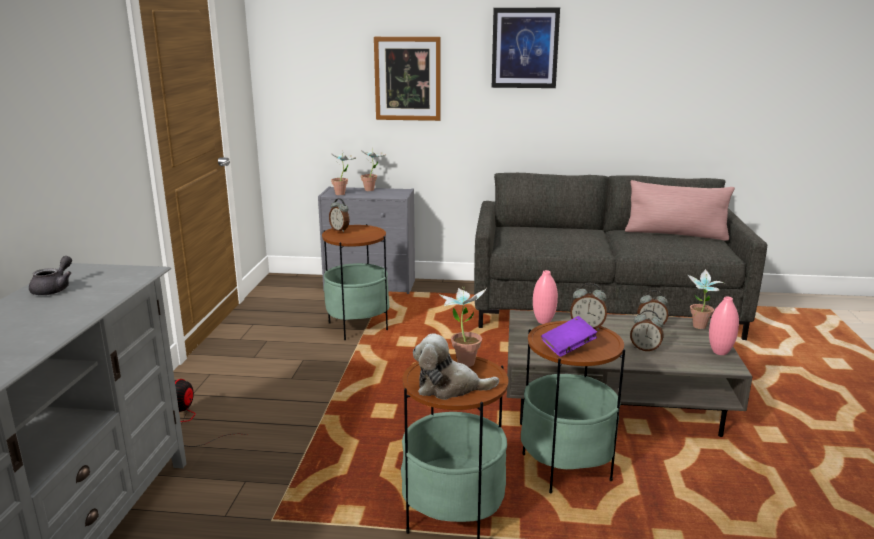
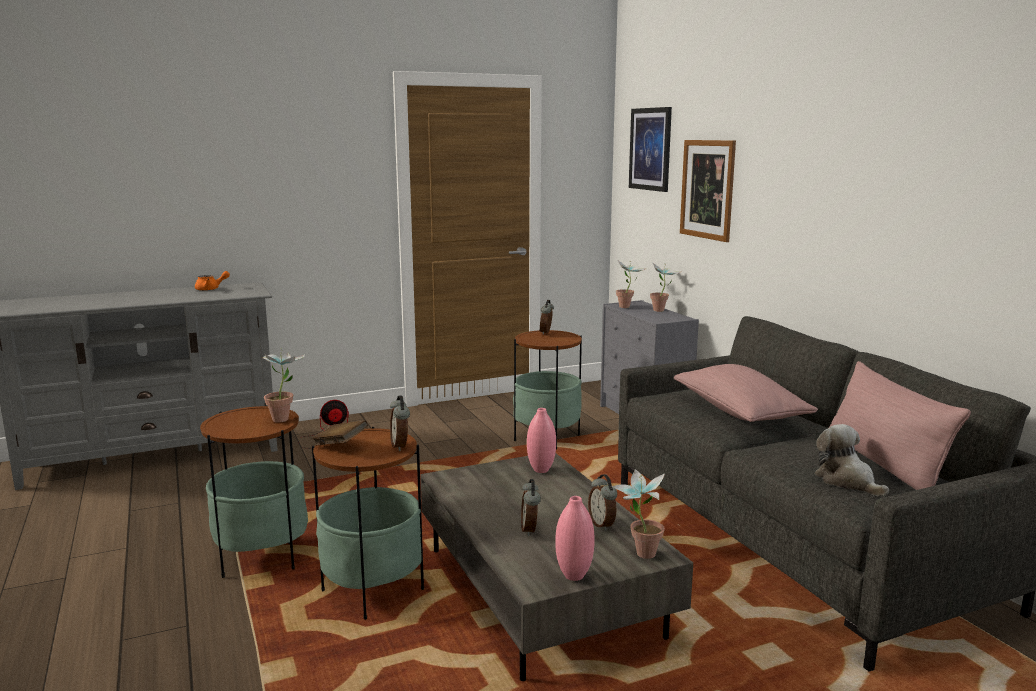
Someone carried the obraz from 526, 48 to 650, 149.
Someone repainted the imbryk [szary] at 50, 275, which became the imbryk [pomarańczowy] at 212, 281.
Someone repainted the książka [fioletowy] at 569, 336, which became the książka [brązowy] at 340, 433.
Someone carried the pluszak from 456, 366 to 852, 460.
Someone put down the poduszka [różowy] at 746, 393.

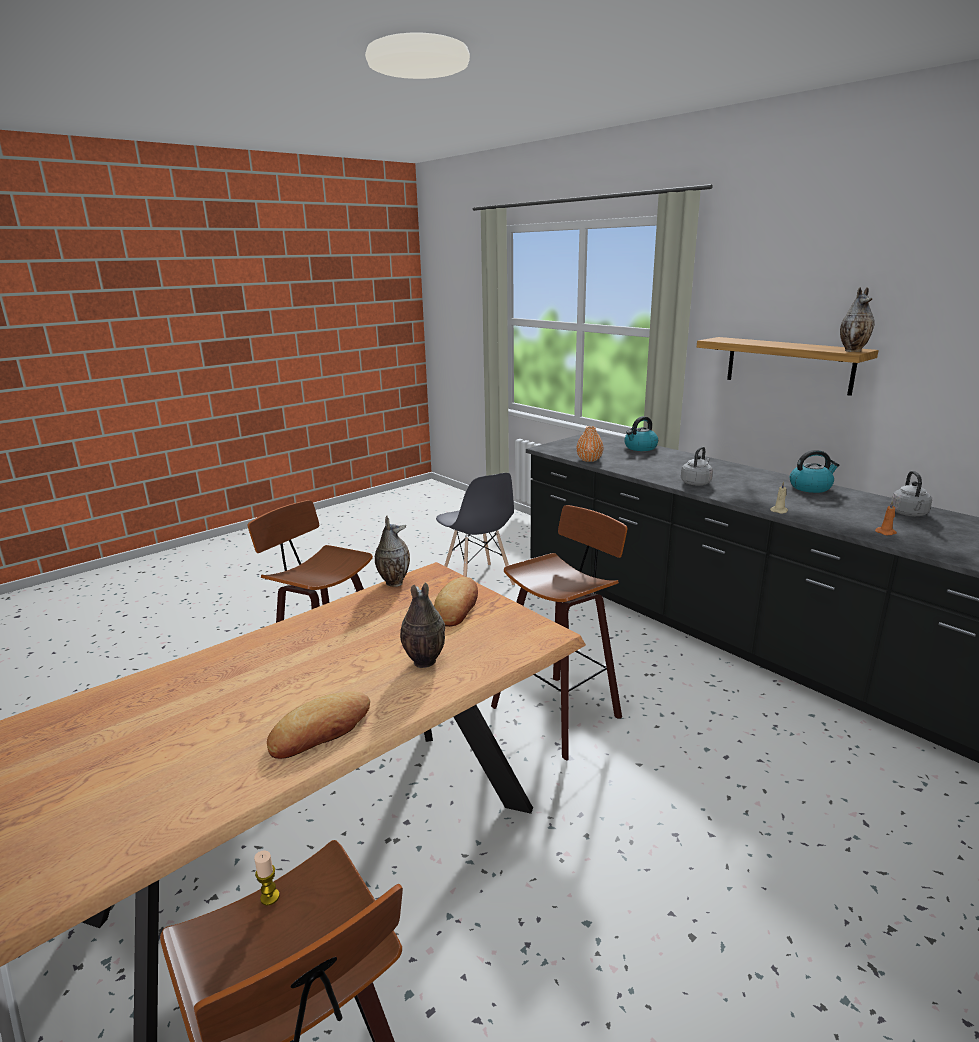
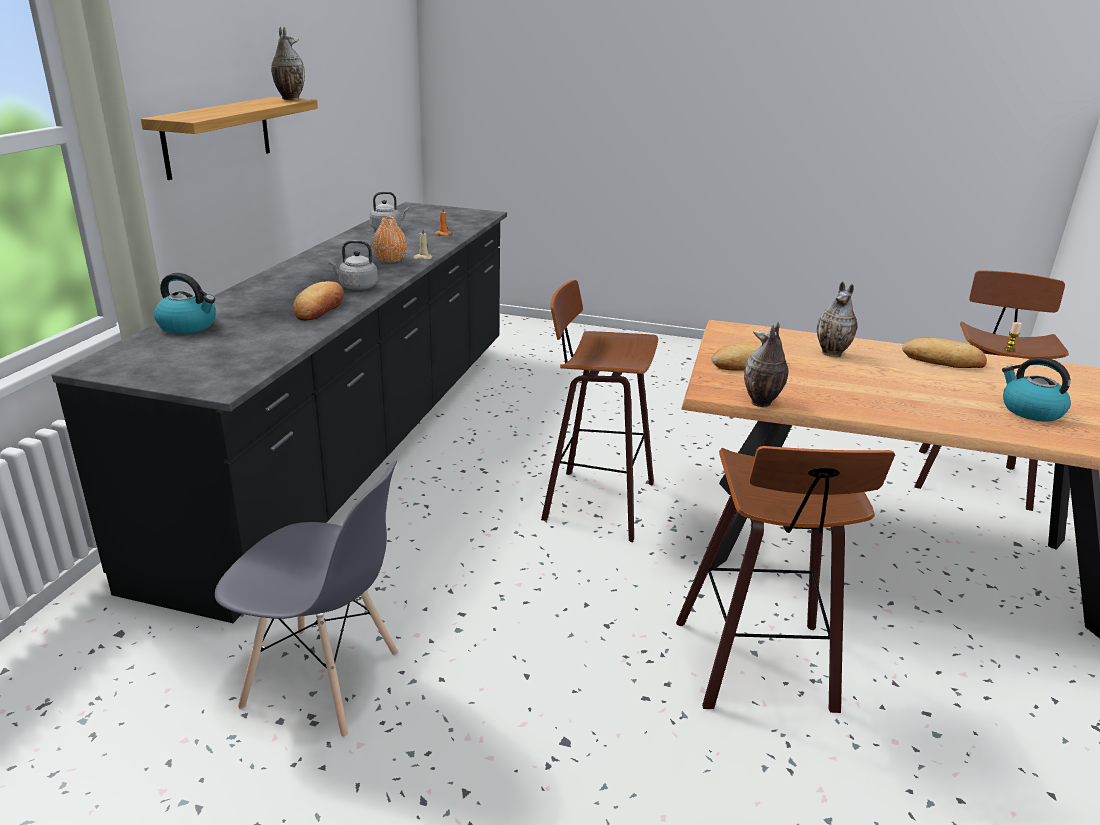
Someone carried the wazon [pomarańczowy] from 589, 444 to 389, 239.
Someone carried the czajnik from 814, 471 to 1036, 389.
Someone rotated the krzesło [szary] at 475, 529 by 75 degrees clockwise.
Someone put down the chleb at 318, 301.

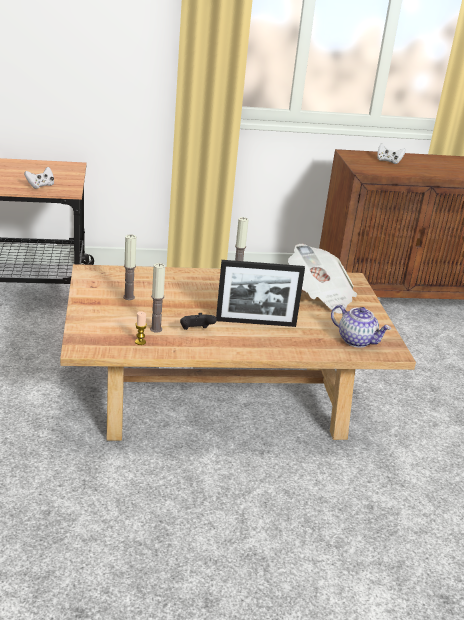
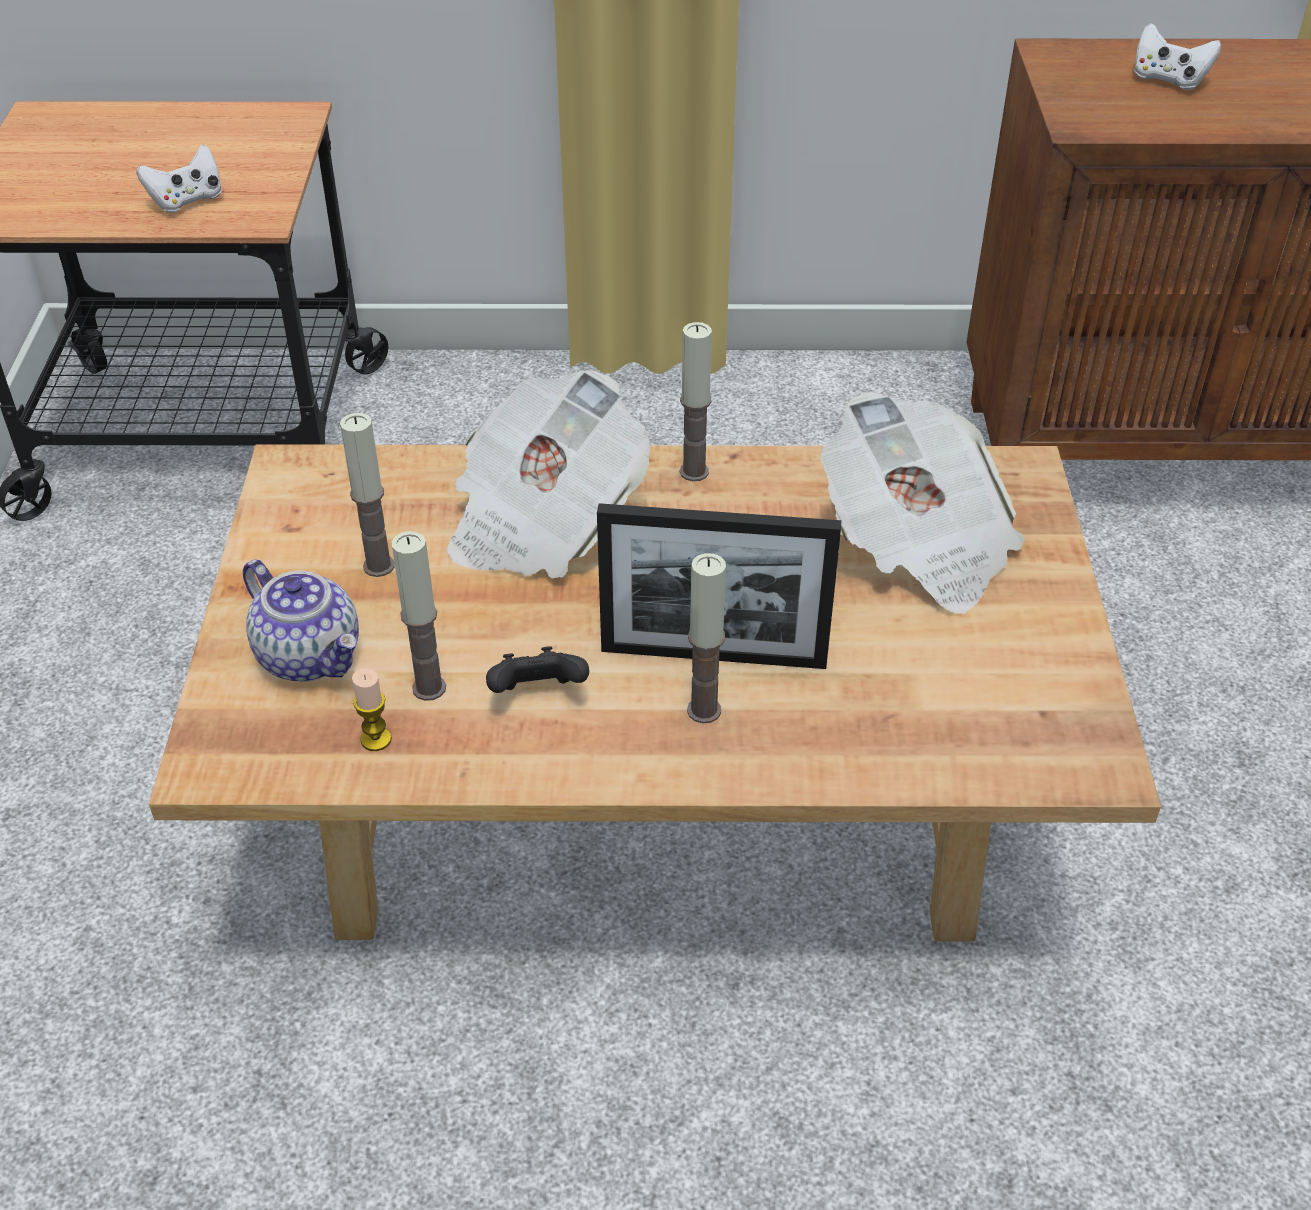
Someone carried the imbryk from 361, 326 to 301, 620.
Someone put down the gazeta at 548, 474.
Someone put down the świeca at 706, 638.

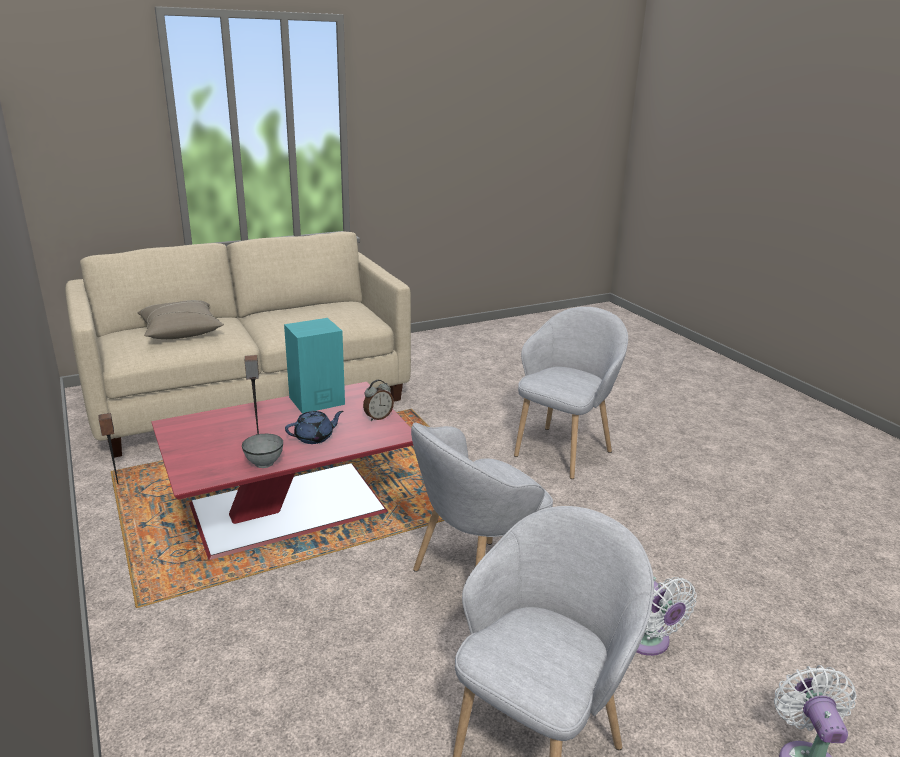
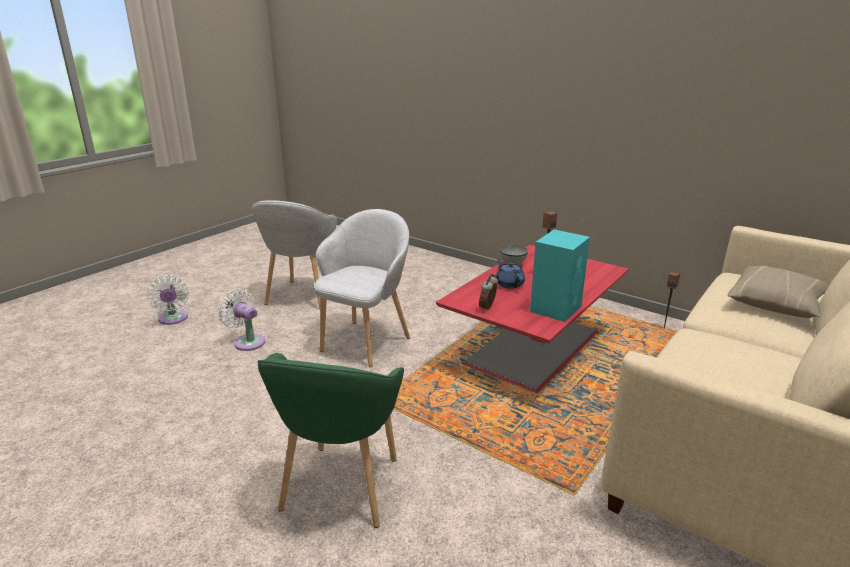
Someone repainted the fotel [szary] at 571, 393, which became the fotel [zielony] at 331, 440.
Someone rotated the imbryk [niebieski] at 314, 427 by 120 degrees clockwise.

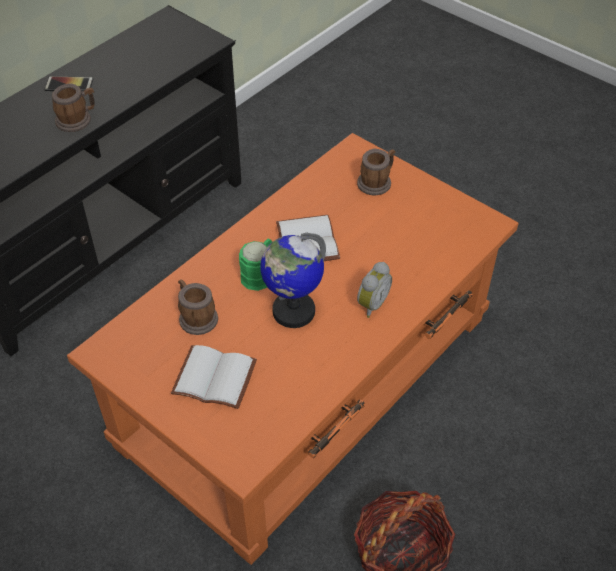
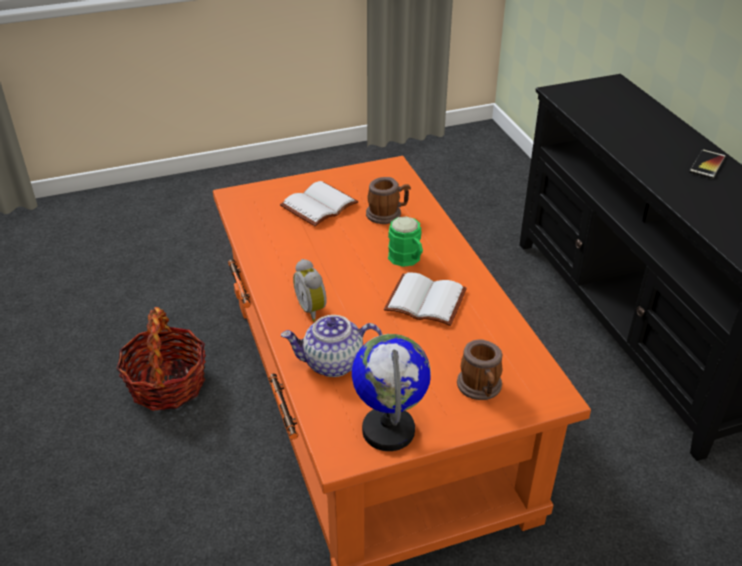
Someone took away the kubek at 73, 107.
Someone carried the globus from 293, 280 to 391, 392.
Someone put down the imbryk at 332, 346.

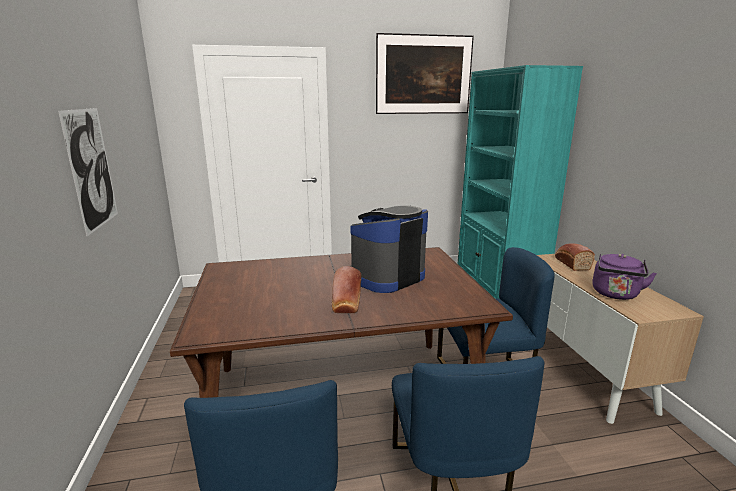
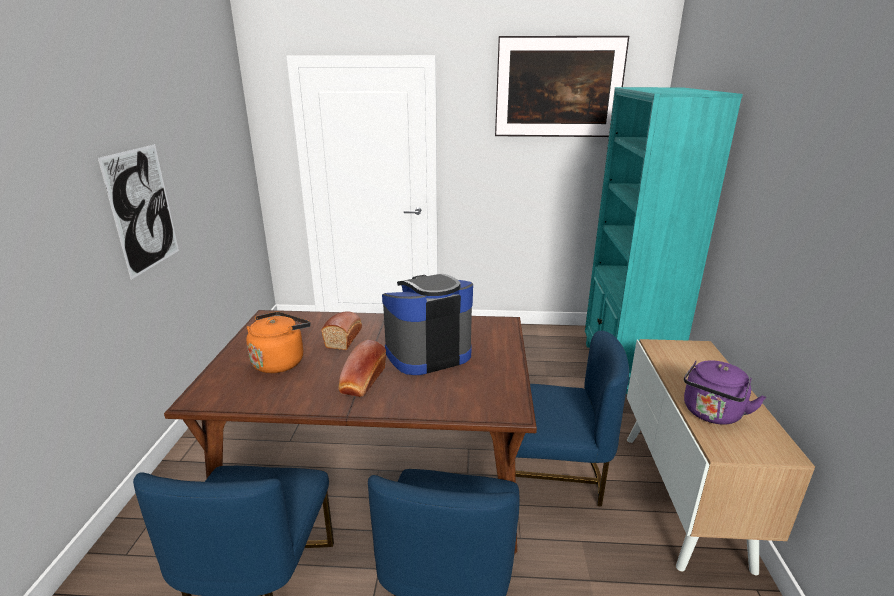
Someone carried the chleb from 575, 257 to 341, 331.
Someone put down the czajnik [pomarańczowy] at 278, 342.

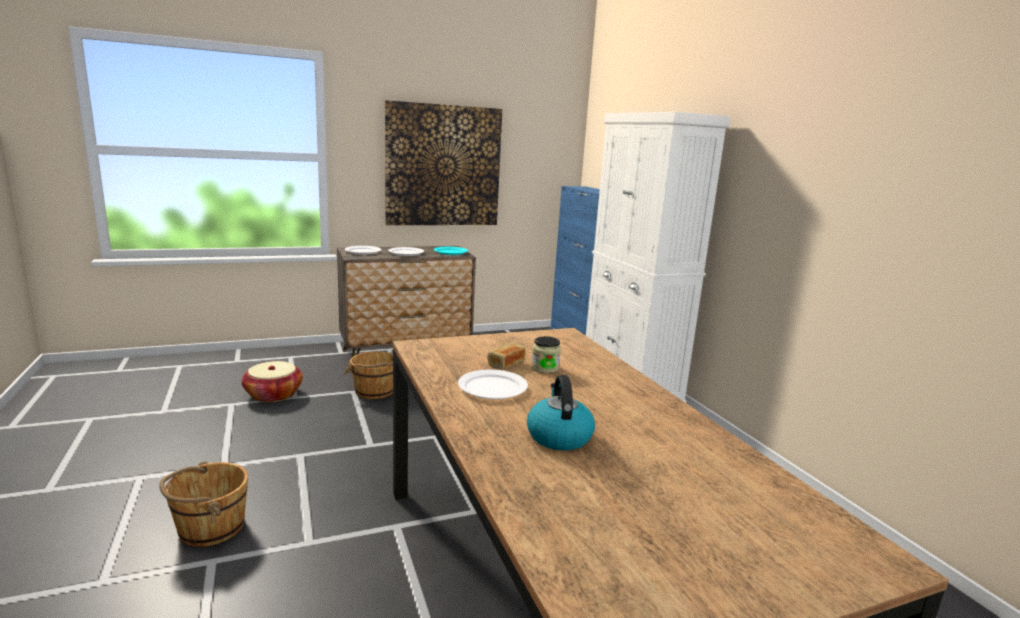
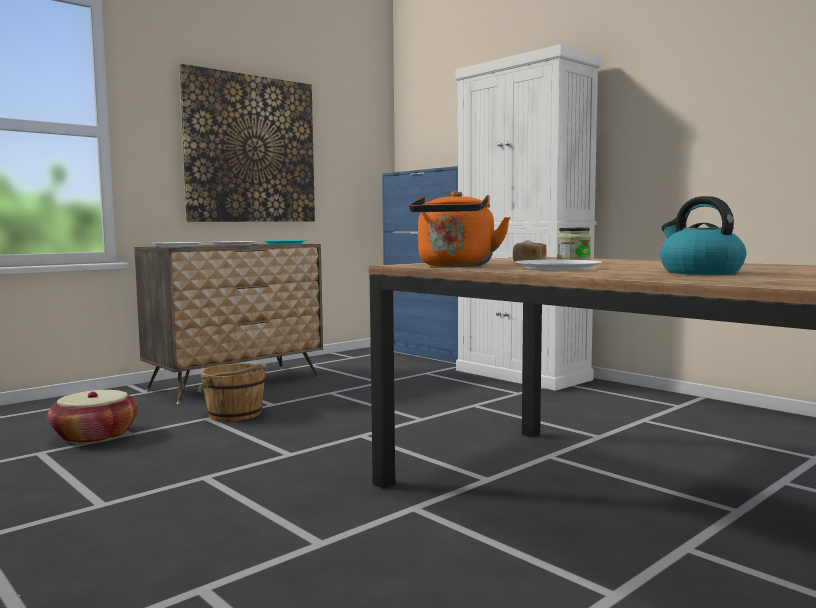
Someone took away the wiadro [brązowy] at 203, 504.
Someone put down the czajnik [pomarańczowy] at 459, 229.

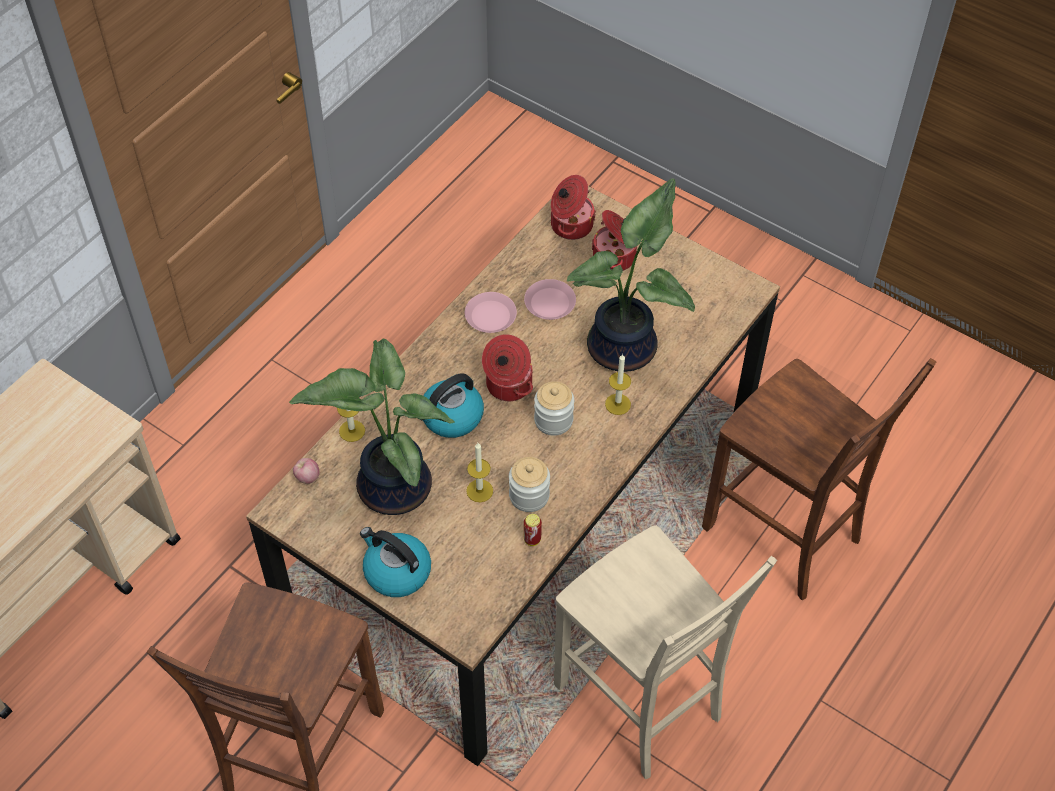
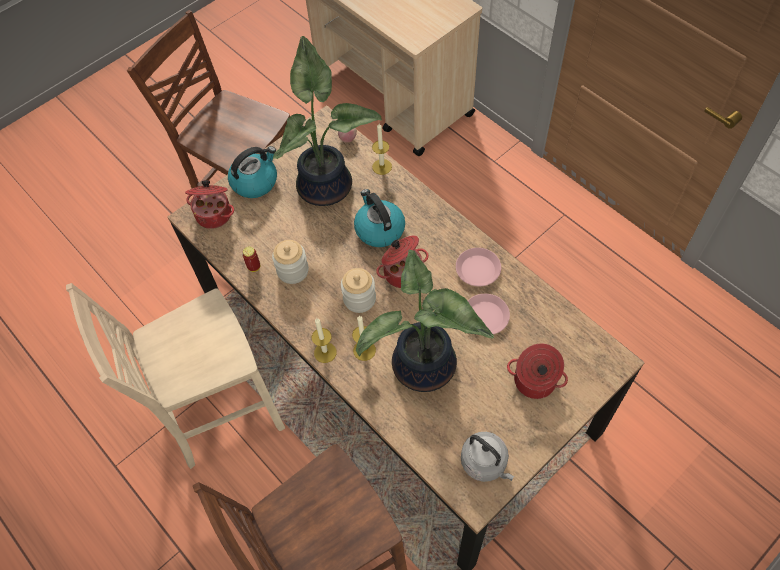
Someone carried the garnek from 573, 207 to 209, 204.
Someone carried the świeca from 479, 472 to 324, 340.
Someone put down the czajnik [szary] at 487, 457.

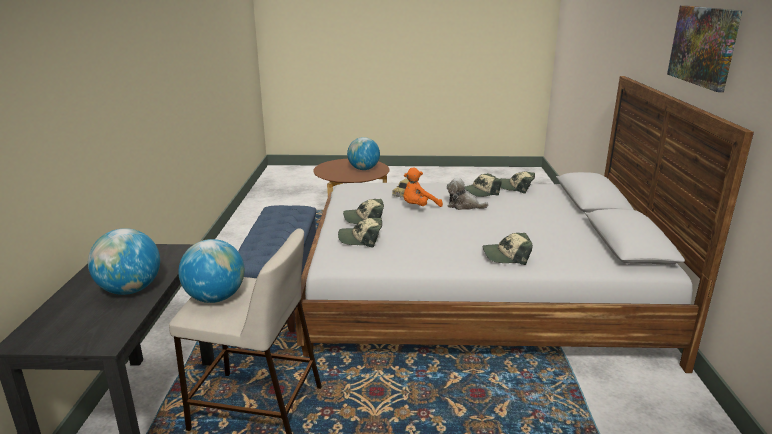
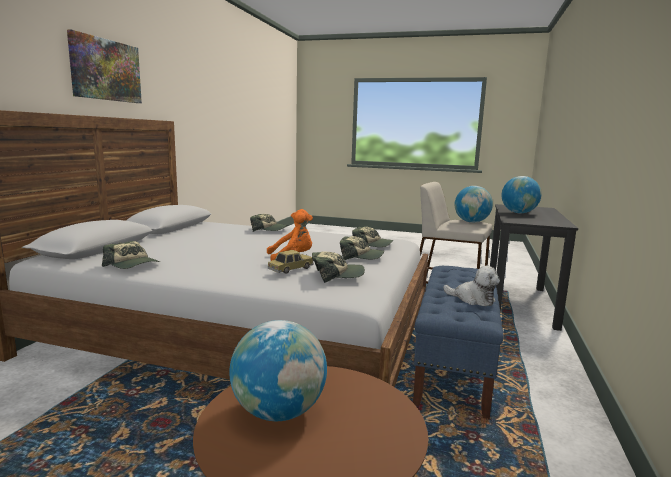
Someone carried the czapka z daszkiem from 482, 185 to 338, 267.
Someone carried the pluszak from 468, 194 to 471, 286.

